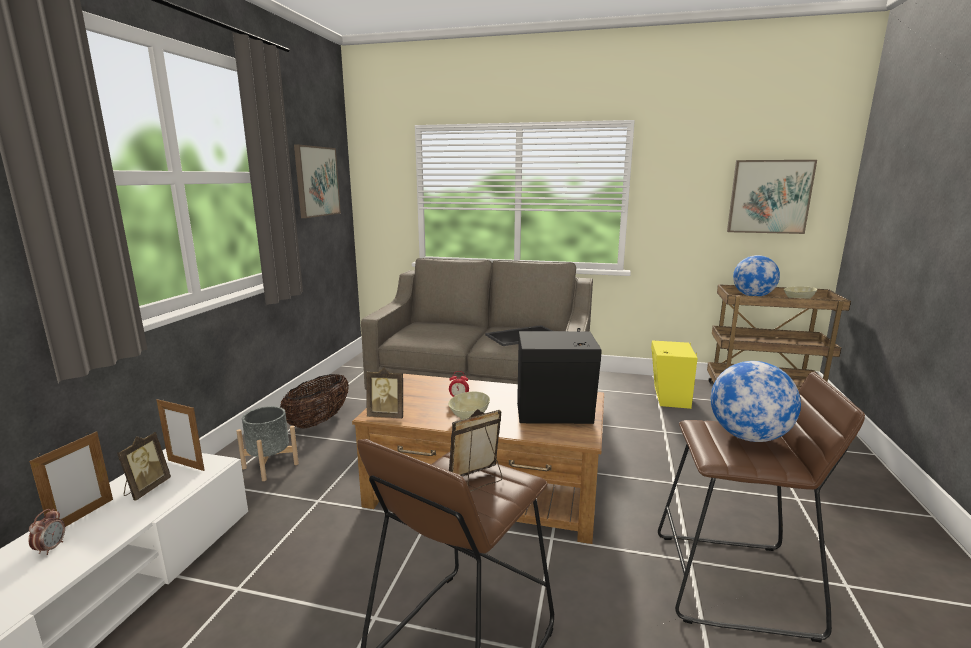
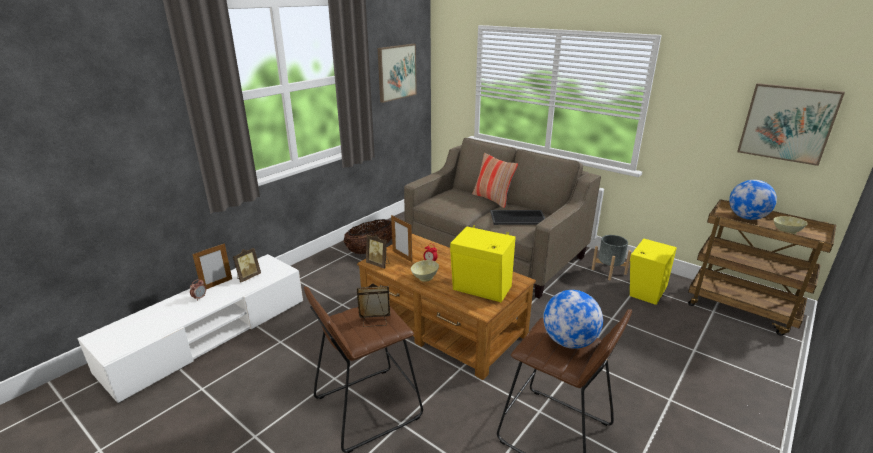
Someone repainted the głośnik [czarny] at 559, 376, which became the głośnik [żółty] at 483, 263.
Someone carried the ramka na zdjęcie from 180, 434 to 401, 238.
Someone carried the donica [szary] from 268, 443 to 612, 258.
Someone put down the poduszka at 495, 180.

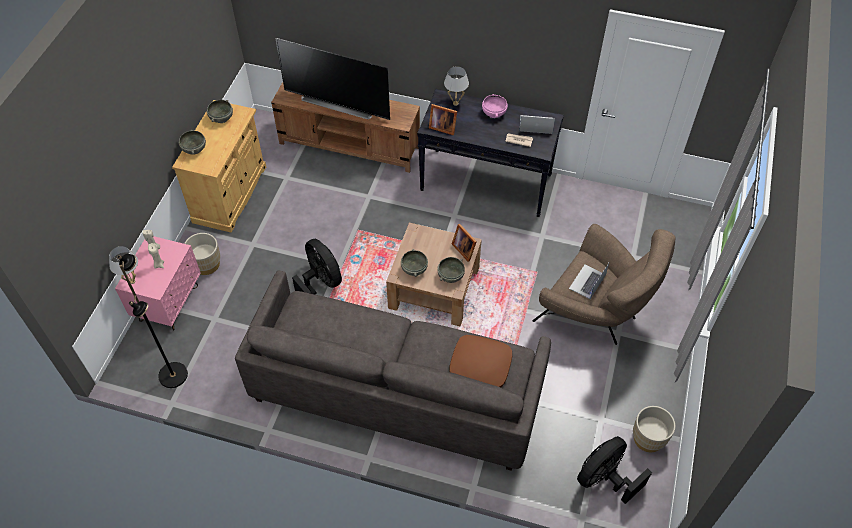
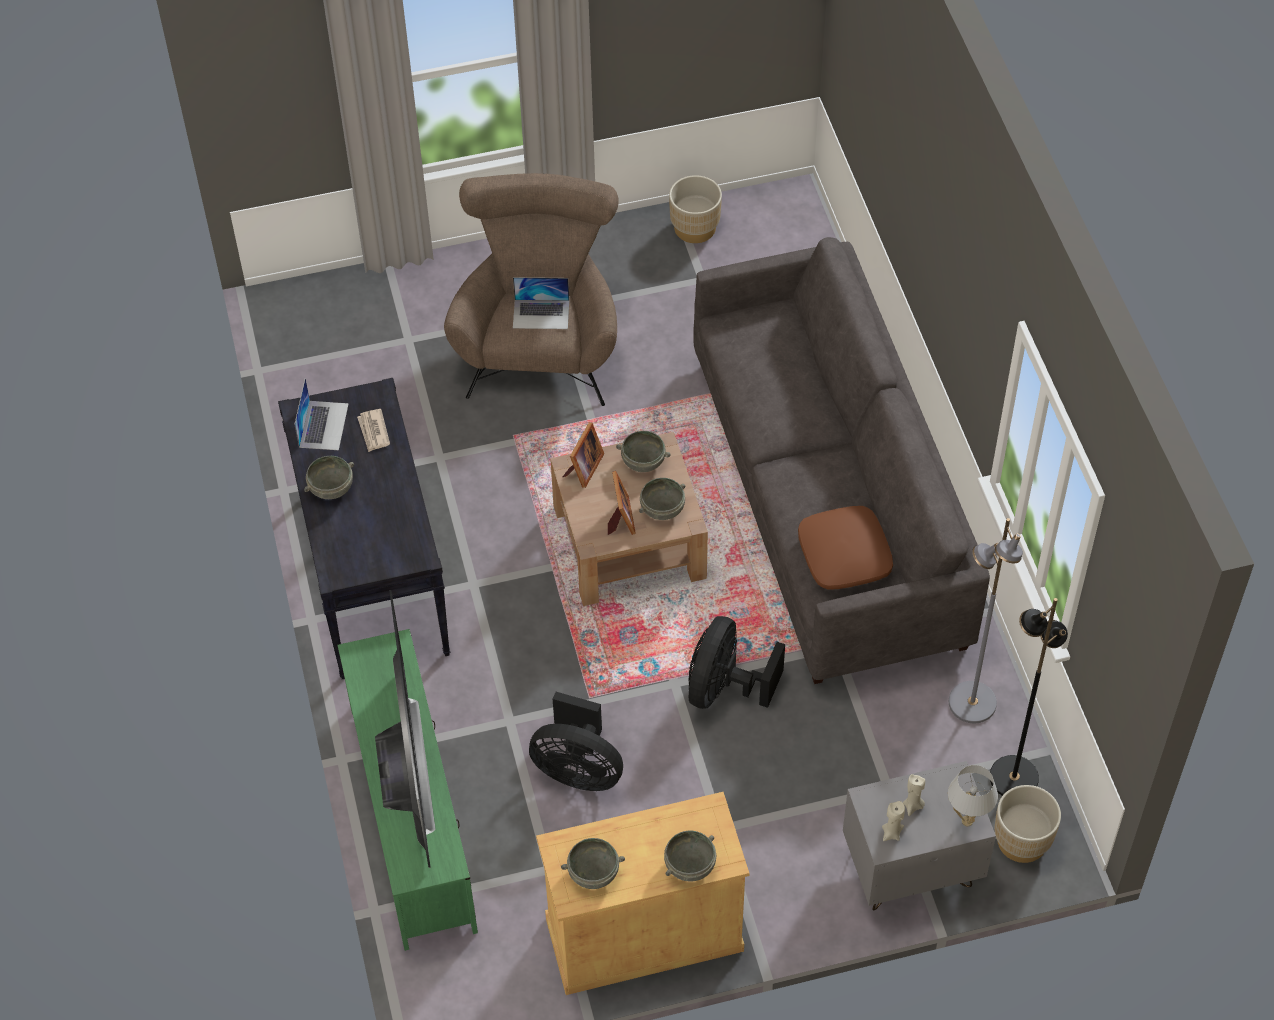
Someone took away the lampa stołowa [biały] at 456, 86.
Someone repainted the szafka pod telewizor [brązowy] at 345, 127, which became the szafka pod telewizor [zielony] at 408, 790.
Someone repainted the miska [różowy] at 495, 106, which became the miska [szary] at 329, 477.
Someone carried the ramka na zdjęcie from 443, 119 to 622, 503.
Someone rotated the laptop at 537, 124 by 150 degrees counterclockwise.
Someone carried the donica [beżowy] from 202, 254 to 1027, 824.
Someone repainted the szafka nocna [różowy] at 158, 283, which became the szafka nocna [szary] at 919, 835.
Someone carried the poduszka [brązowy] from 481, 361 to 845, 548.
Someone carried the wentylator [czarny] from 614, 470 to 576, 741.
Someone put down the lampa stojąca [szary] at 986, 620.

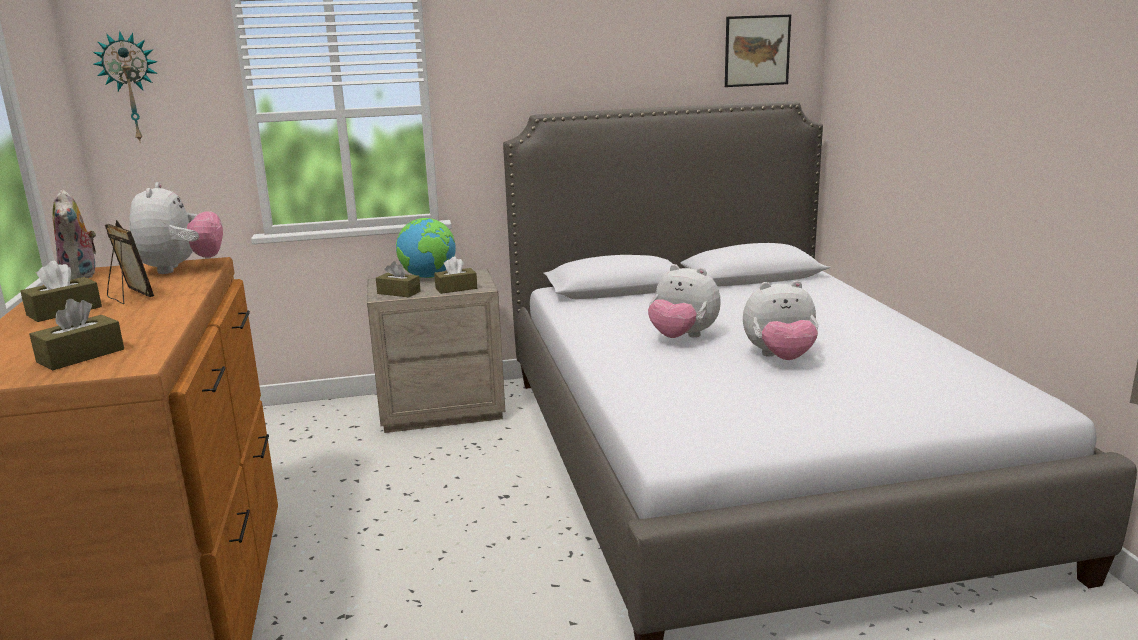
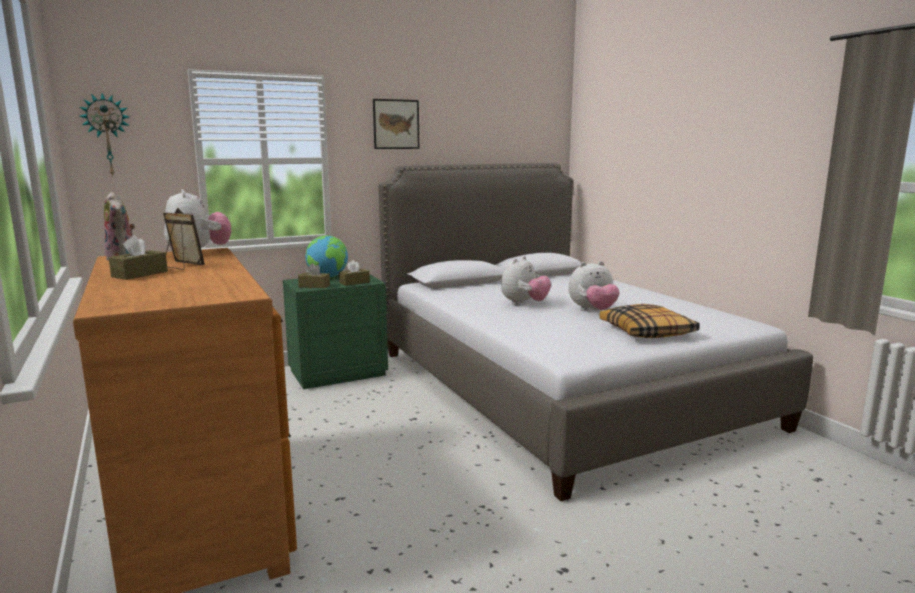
Someone carried the obraz from 758, 51 to 396, 124.
Someone rotated the pluszak at 684, 301 by 75 degrees counterclockwise.
Someone repainted the szafka nocna [beżowy] at 436, 351, which became the szafka nocna [zielony] at 335, 332.
Someone took away the pudełko chusteczek [brązowy] at 76, 335.
Someone put down the poduszka at 650, 321.

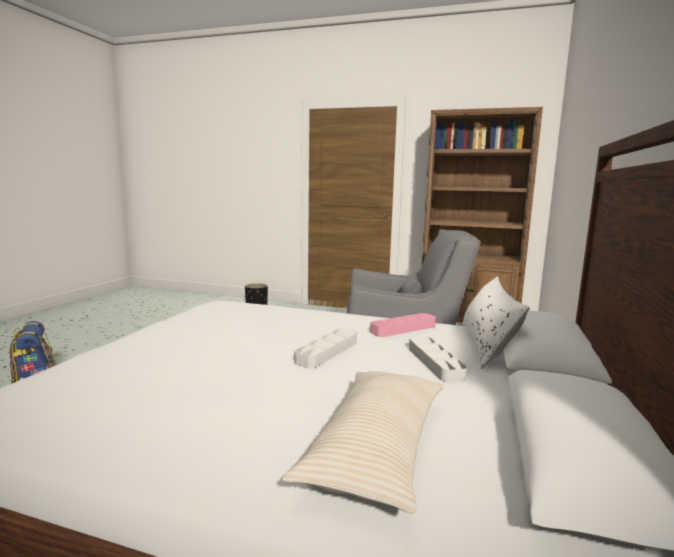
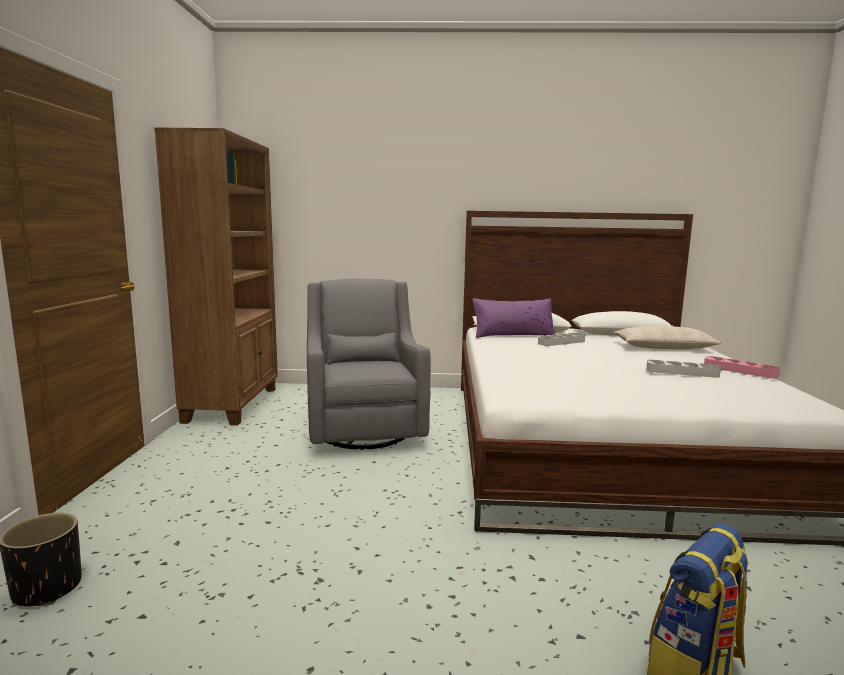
Someone repainted the poduszka [biały] at 496, 322, which became the poduszka [fioletowy] at 514, 318.
Someone carried the taca [różowy] from 403, 325 to 742, 367.
Someone carried the taca [szary] from 325, 348 to 683, 369.

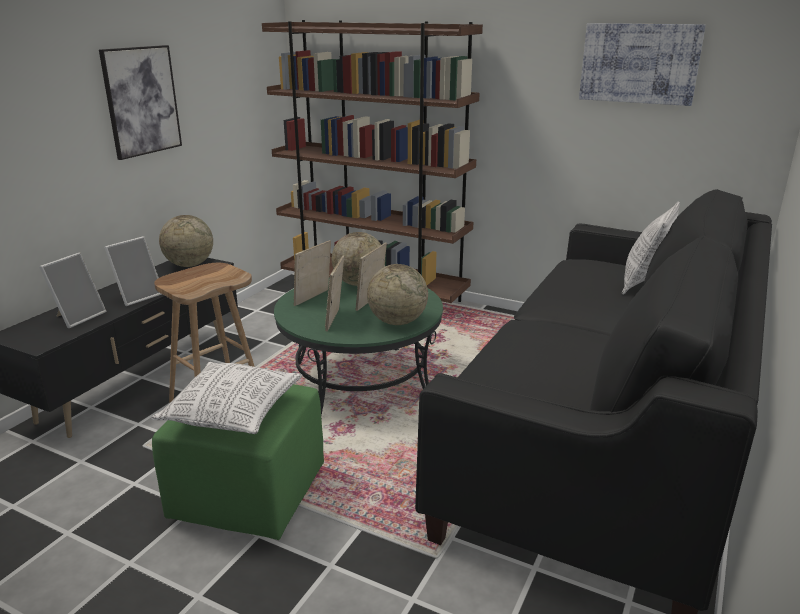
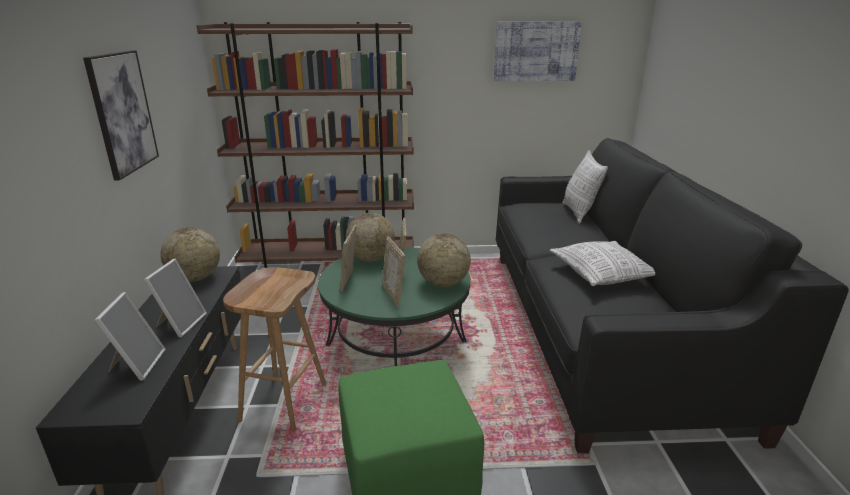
Someone carried the poduszka from 226, 398 to 602, 263.

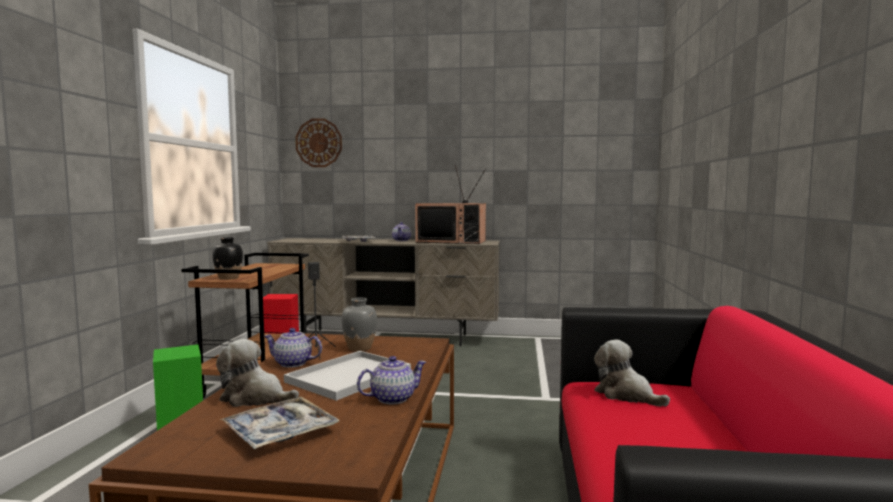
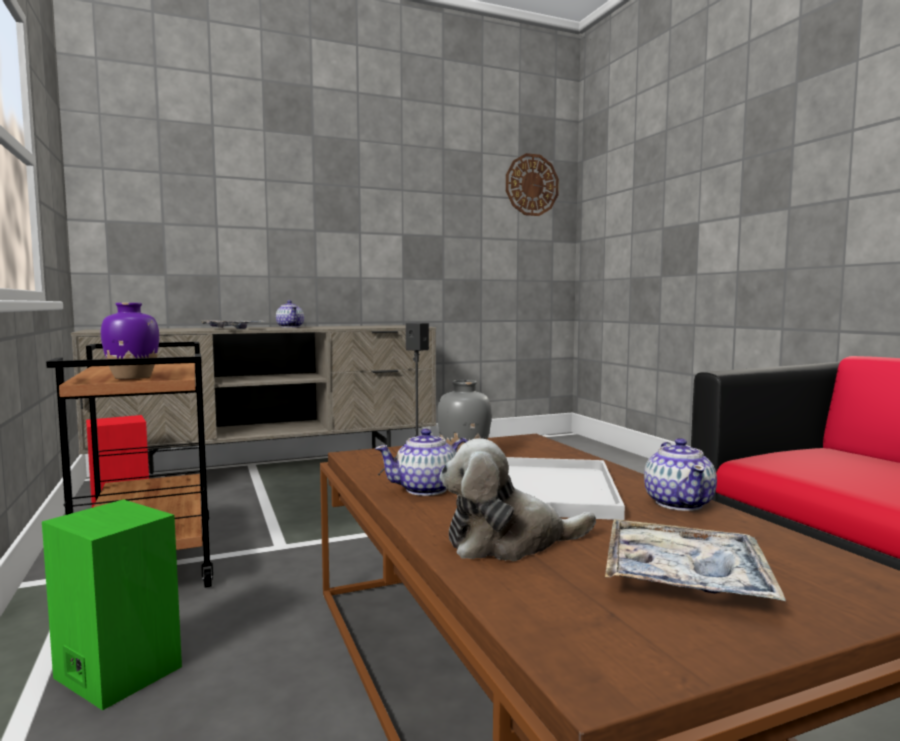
Someone carried the zegar ścienny from 318, 142 to 532, 184.
Someone took away the telewizor at 450, 204.
Someone repainted the wazon [czarny] at 227, 258, which became the wazon [fioletowy] at 130, 341.
Someone took away the pluszak at 632, 373.
Someone rotated the imbryk at 391, 380 by 150 degrees clockwise.

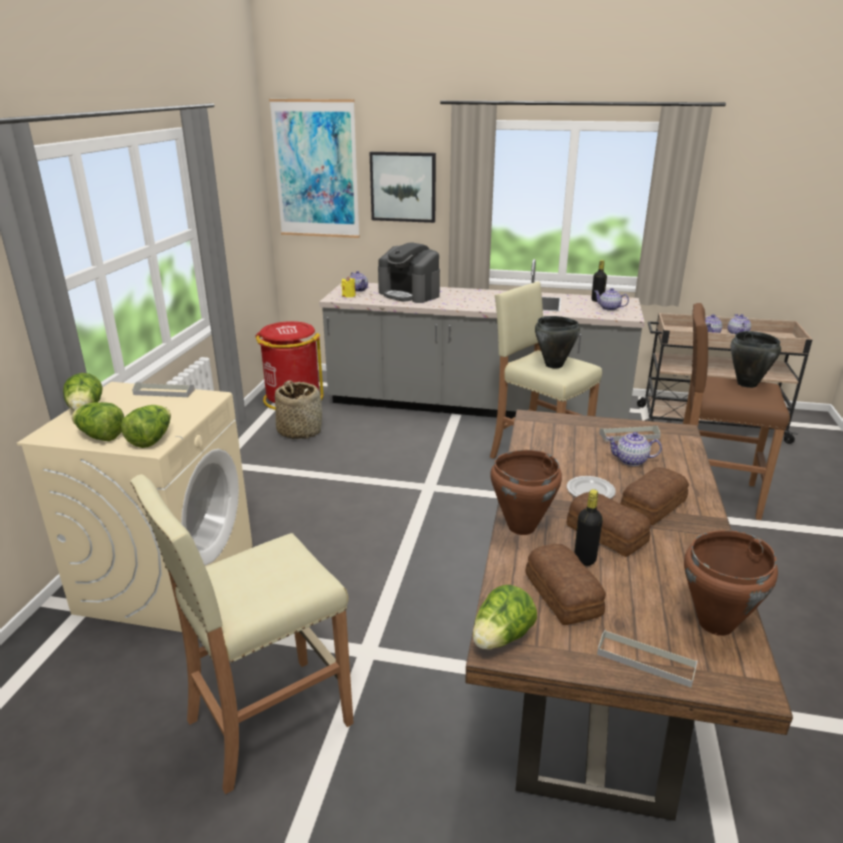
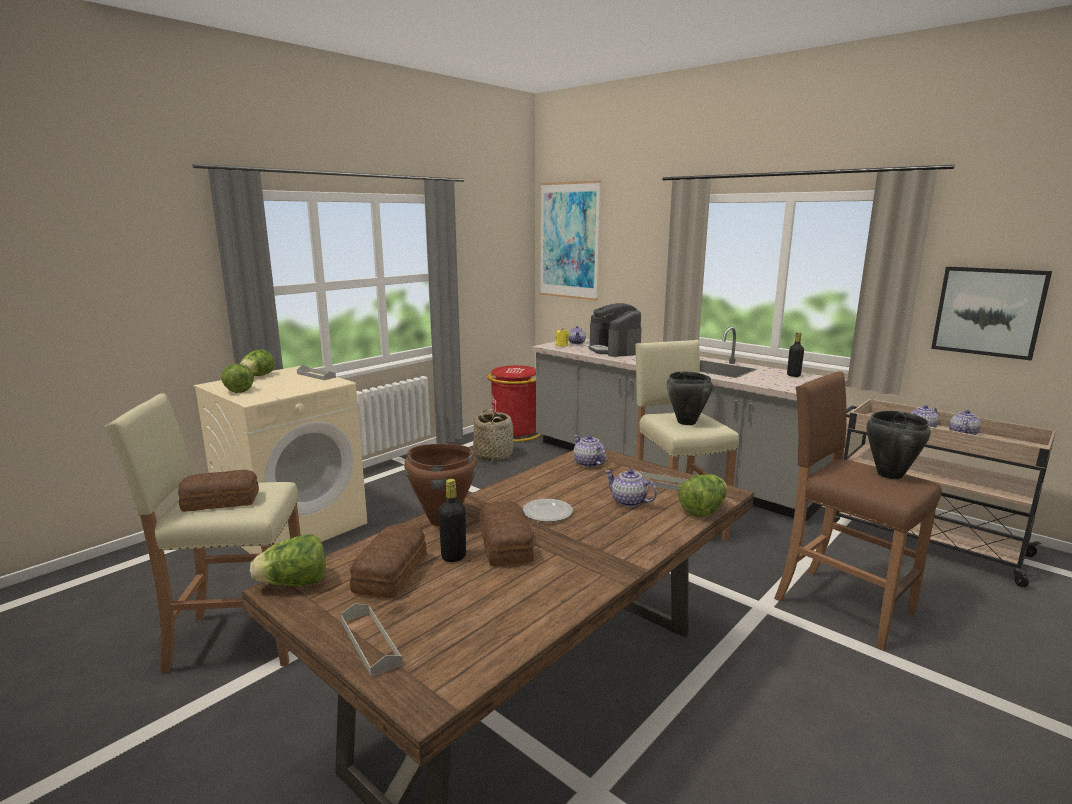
Someone carried the obraz from 403, 187 to 991, 313.
Someone carried the imbryk from 611, 299 to 590, 451.
Someone carried the sałata from 146, 426 to 702, 495.
Someone carried the chleb from 654, 496 to 218, 491.
Someone took away the garnek [brązowy] at 731, 583.

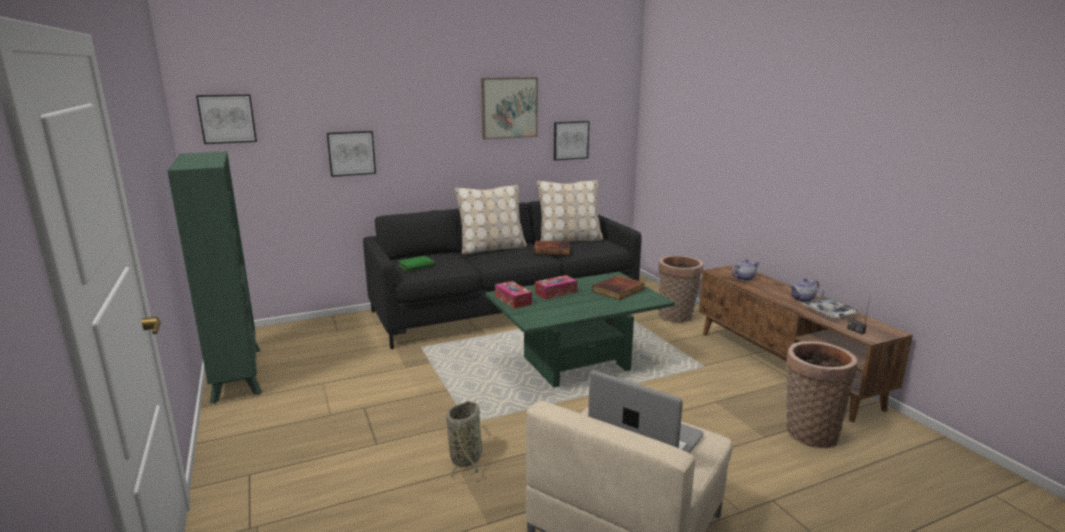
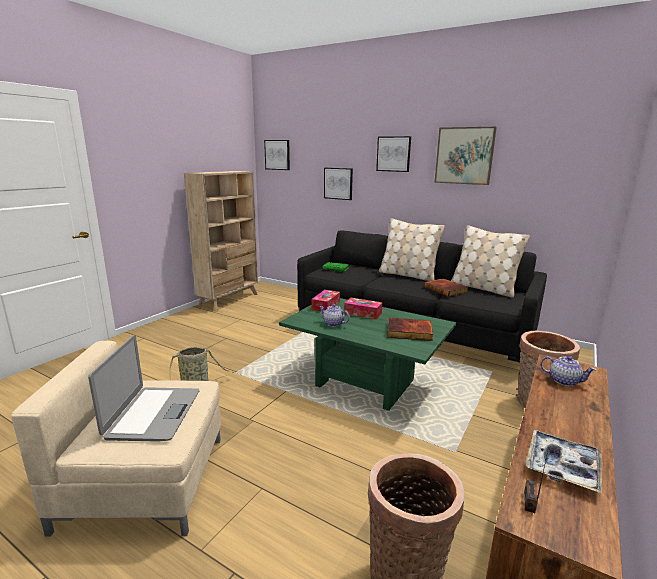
Someone carried the obraz from 571, 141 to 393, 154.
Someone repainted the regał [zielony] at 215, 277, which became the regał [beżowy] at 221, 241.
Someone carried the imbryk from 804, 290 to 334, 315.

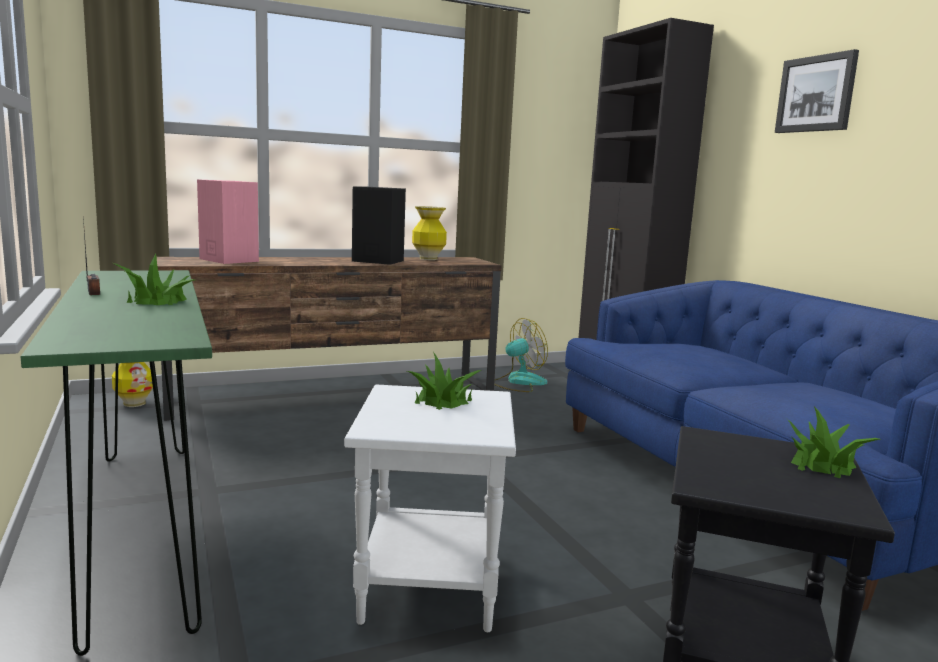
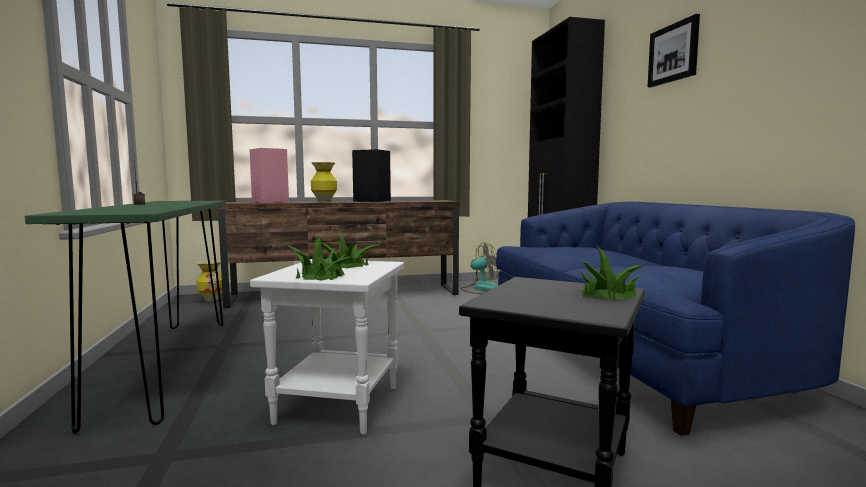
Someone carried the wazon from 429, 233 to 324, 182.
Someone carried the roślina doniczkowa from 152, 279 to 319, 257.

